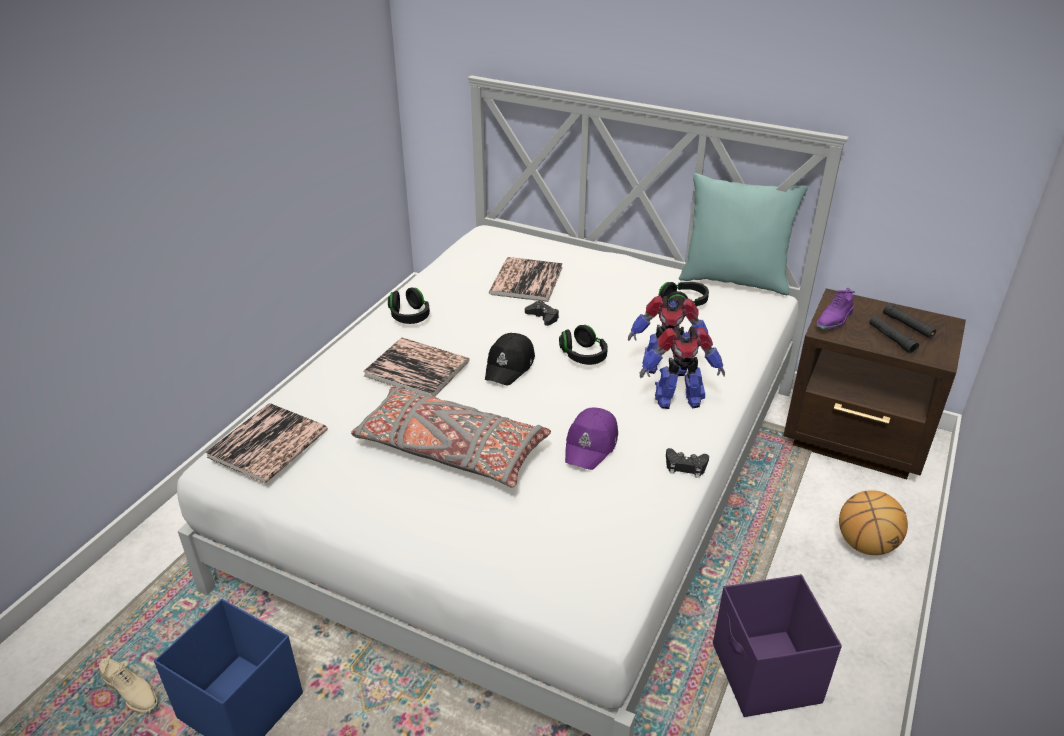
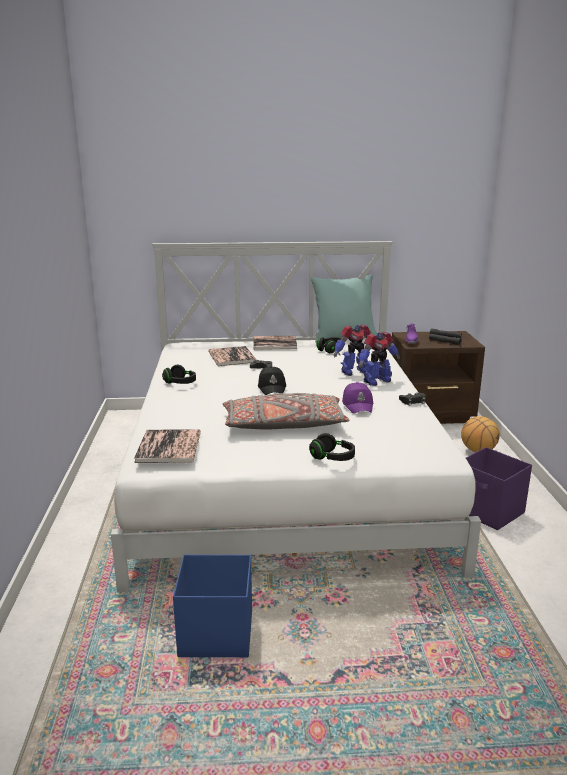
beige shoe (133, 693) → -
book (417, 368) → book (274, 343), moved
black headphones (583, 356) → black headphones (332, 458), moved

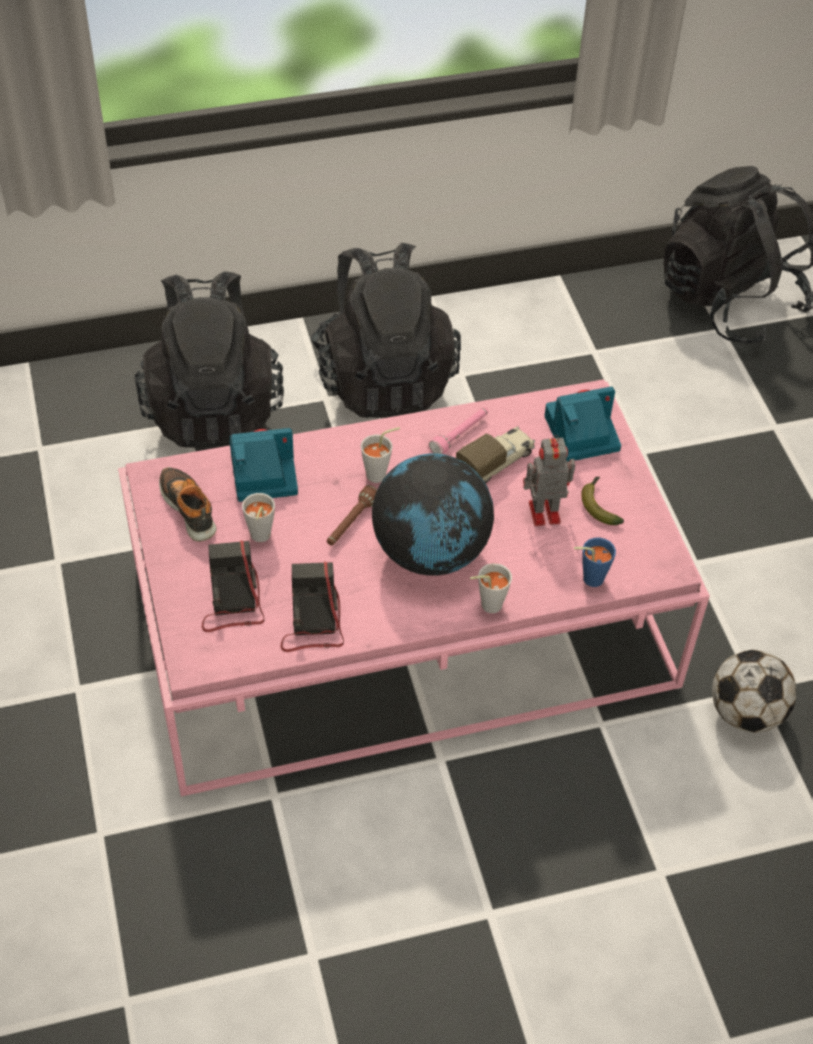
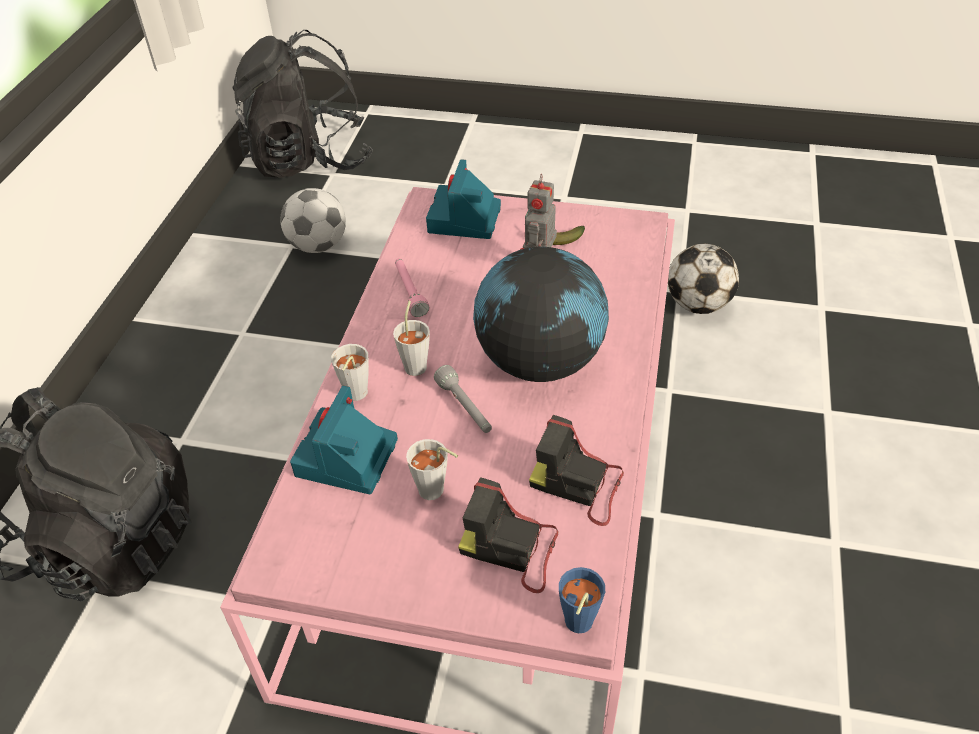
shoe (189, 508) → -
black backpack (384, 378) → -
toy truck (496, 462) → -
- → football (318, 246)
grey cup (486, 605) → grey cup (354, 396), moved
blue cup (588, 578) → blue cup (576, 626), moved
brown flashlight (351, 523) → grey flashlight (465, 408)

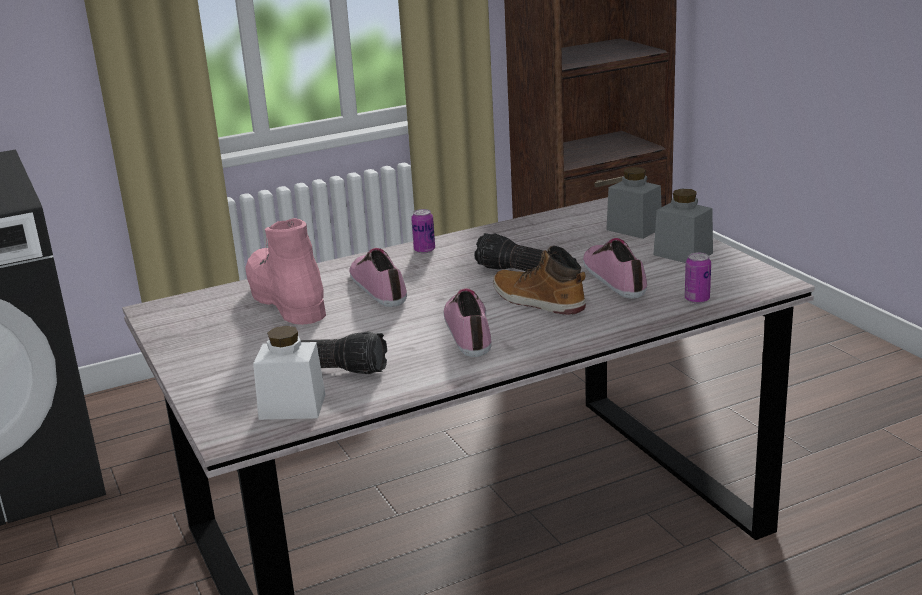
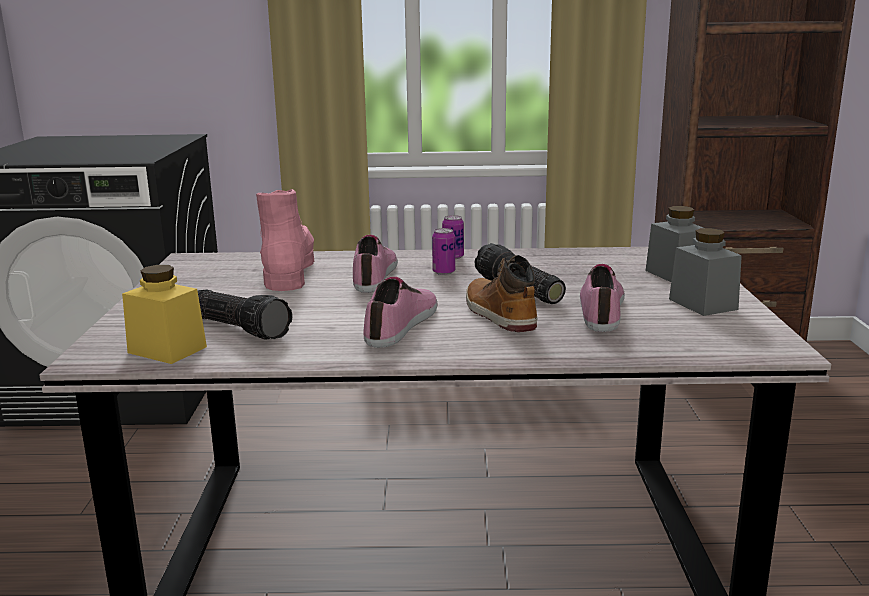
can (697, 299) → can (444, 272), moved
white jar (292, 407) → yellow jar (167, 350)

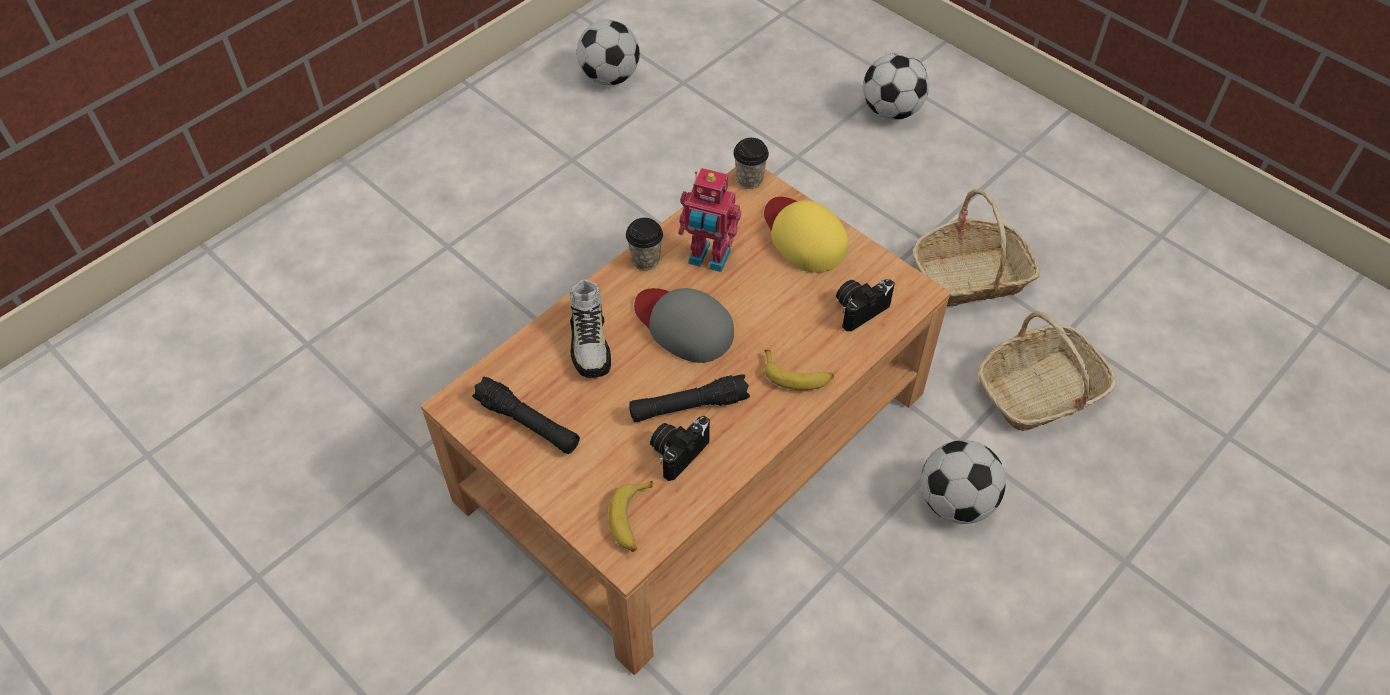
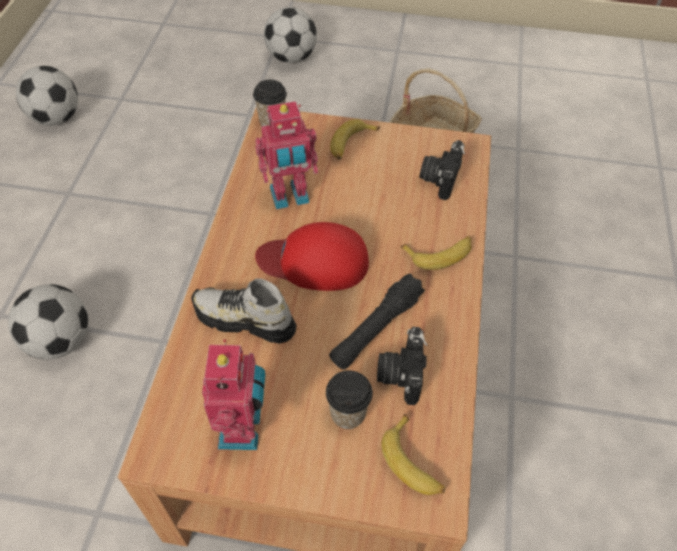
basket (1040, 392) → -
cup (645, 260) → cup (348, 413), moved
football (955, 501) → football (60, 340), moved
black flashlight (528, 423) → toy robot (243, 429)
yellow cap (803, 236) → banana (351, 144)
grey cap (683, 325) → red cap (314, 261)
shoe (590, 343) → shoe (245, 320), 150 degrees clockwise

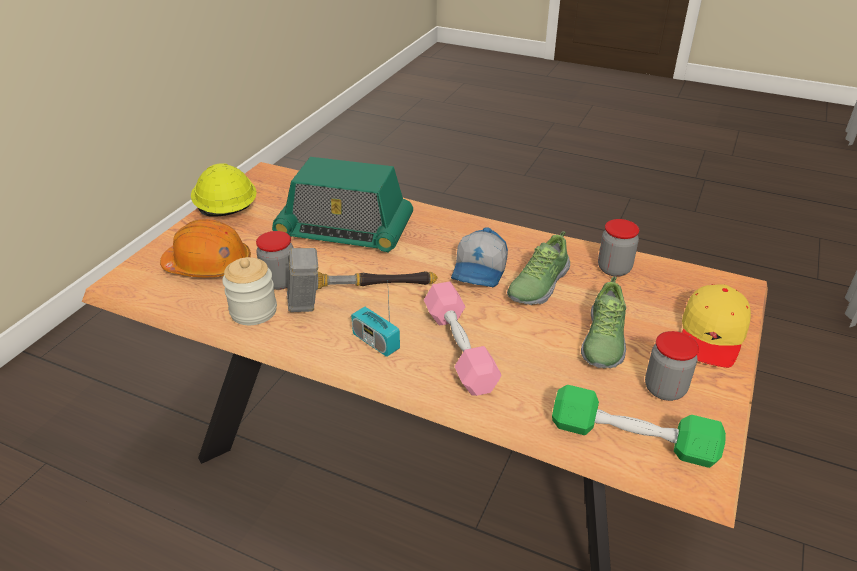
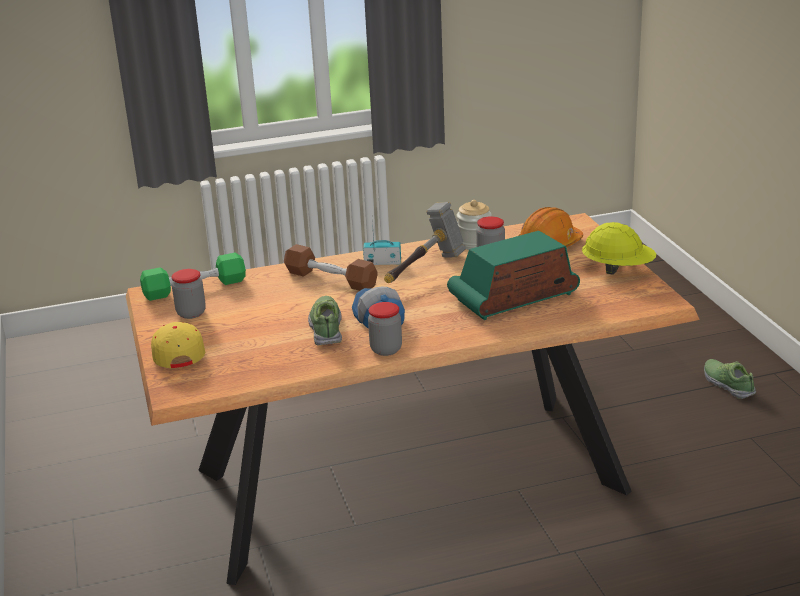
shoe (603, 340) → shoe (728, 384), moved
jar (614, 269) → jar (386, 349), moved
pink dumbbell (459, 349) → brown dumbbell (331, 279)

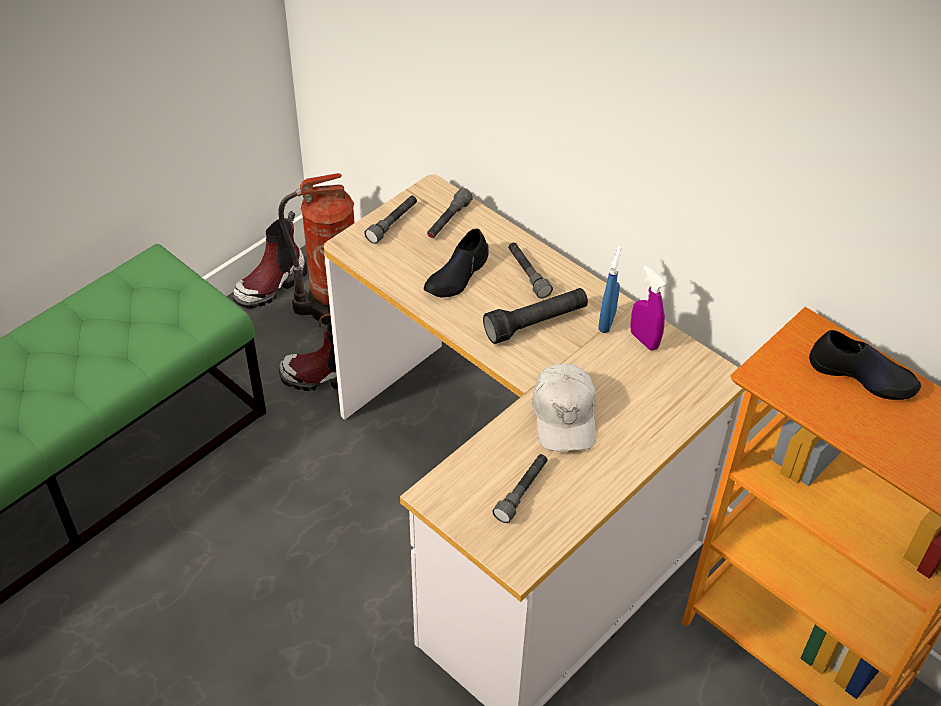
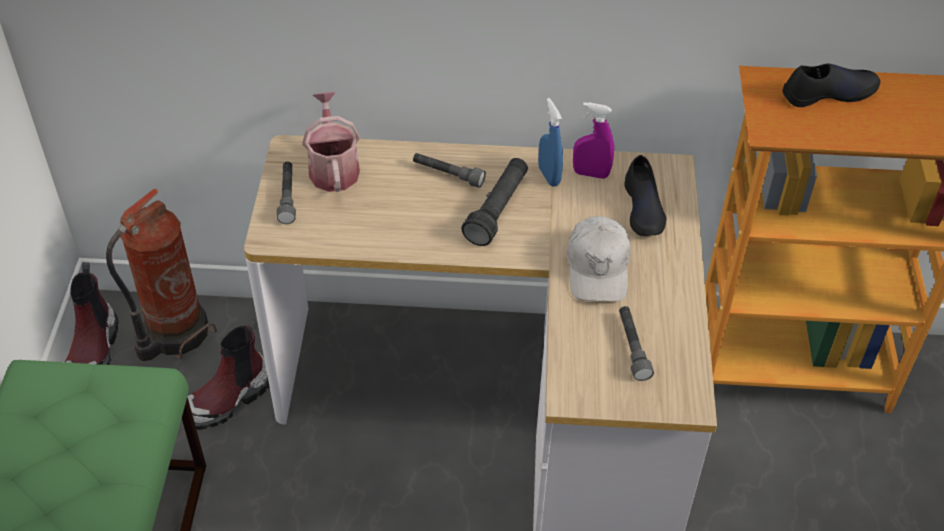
black shoe (457, 275) → black shoe (643, 208), moved
grey flashlight (448, 221) → watering can (333, 168)
white cap (564, 416) → white cap (598, 268), 45 degrees clockwise

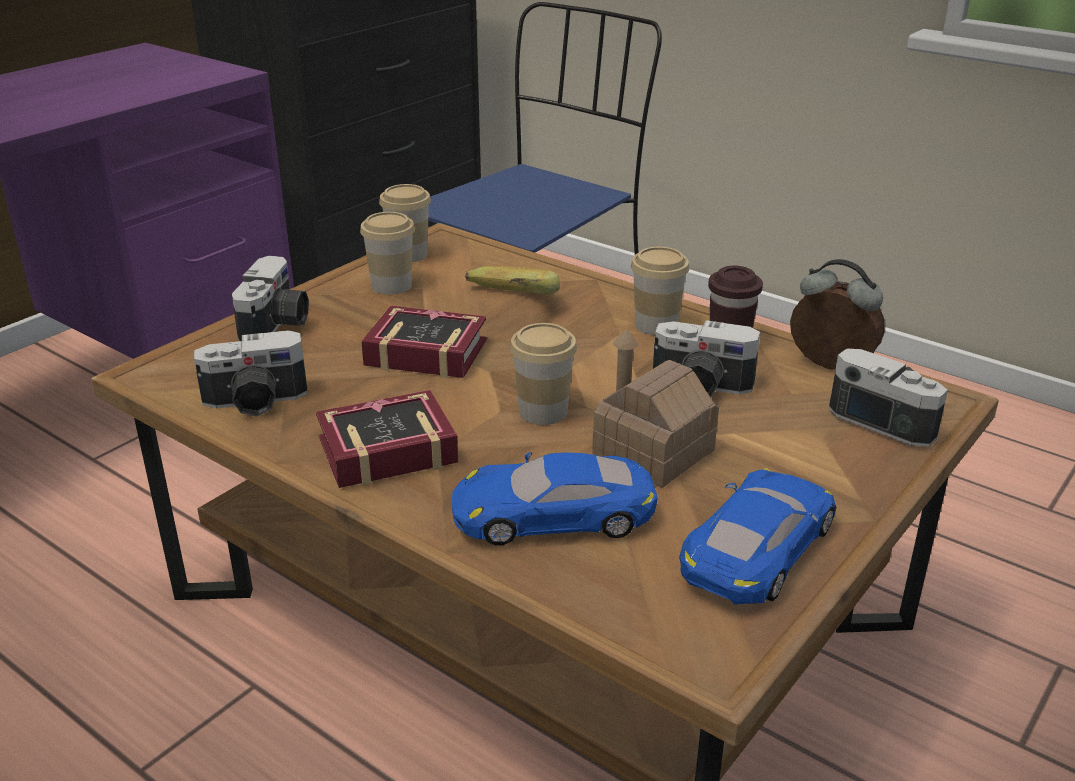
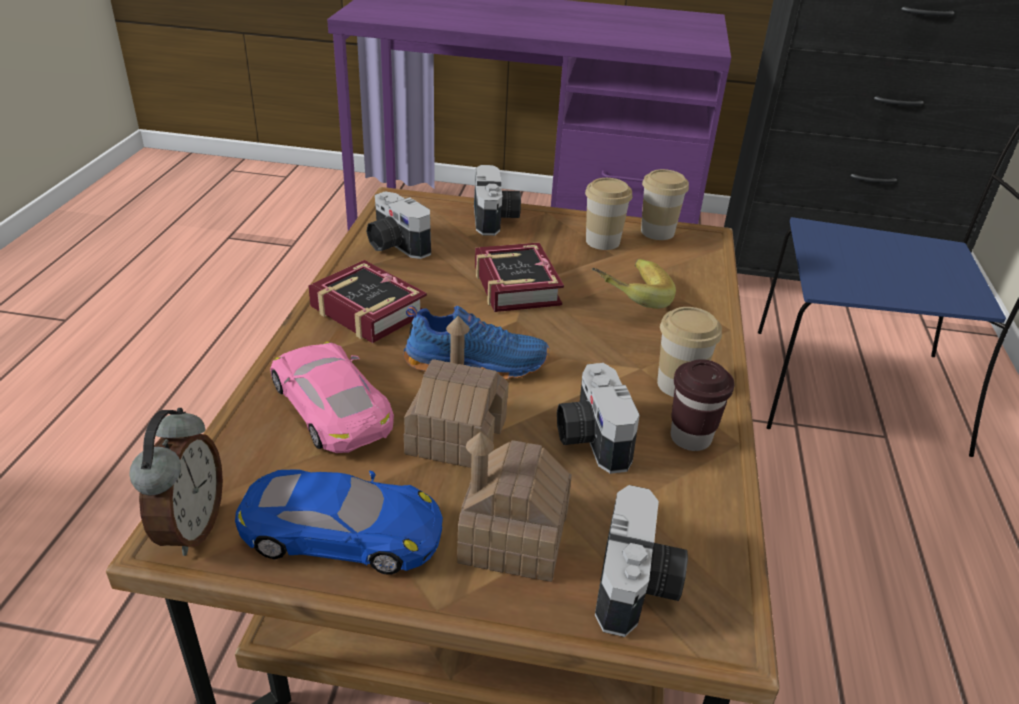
- → toy house (513, 537)
alarm clock (829, 367) → alarm clock (189, 528), moved
cup (543, 411) → blue shoe (476, 362)
blue toy car (553, 514) → pink toy car (331, 405)
photo camera (277, 325) → photo camera (496, 219), 75 degrees counterclockwise

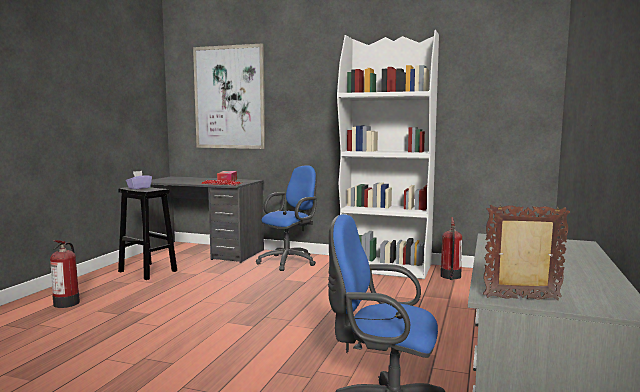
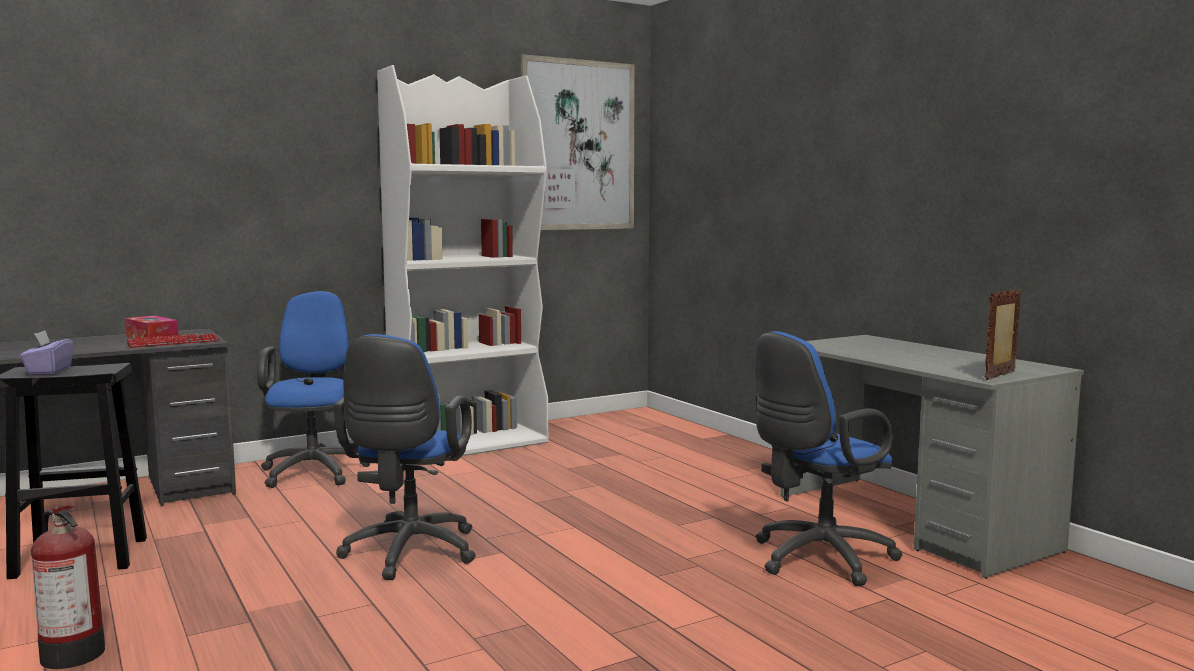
fire extinguisher (450, 276) → -
- → blue office chair (408, 554)
picture (229, 97) → picture (578, 145), moved

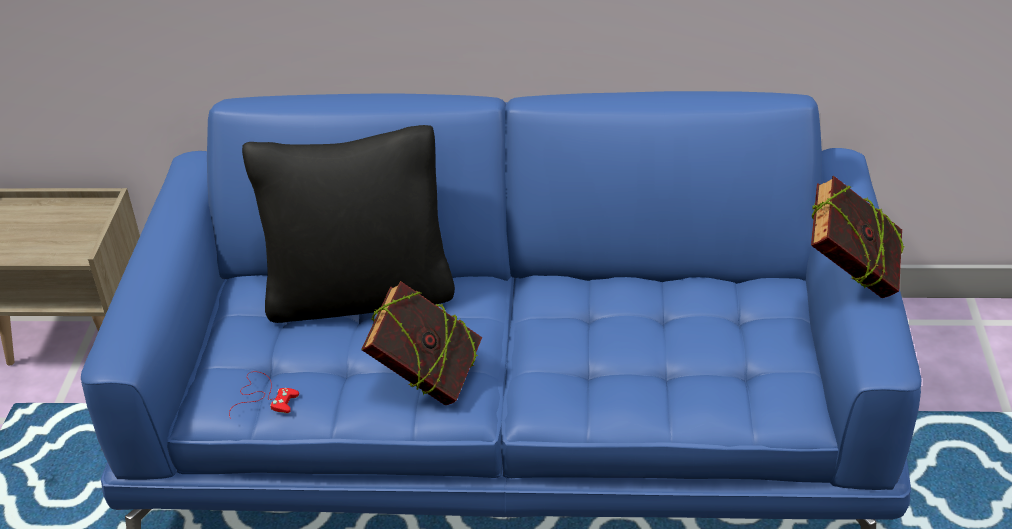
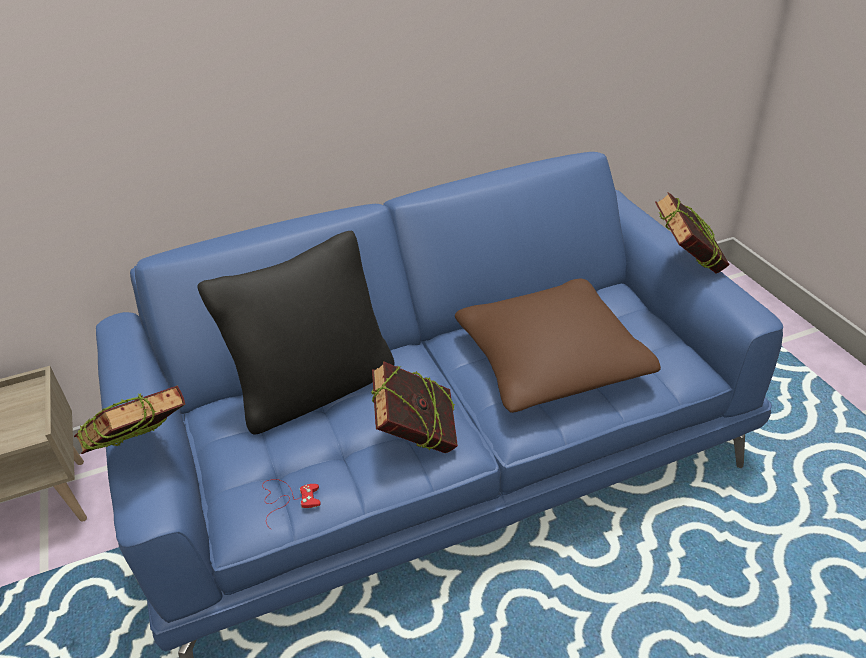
- → book (143, 455)
- → brown pillow (551, 362)

